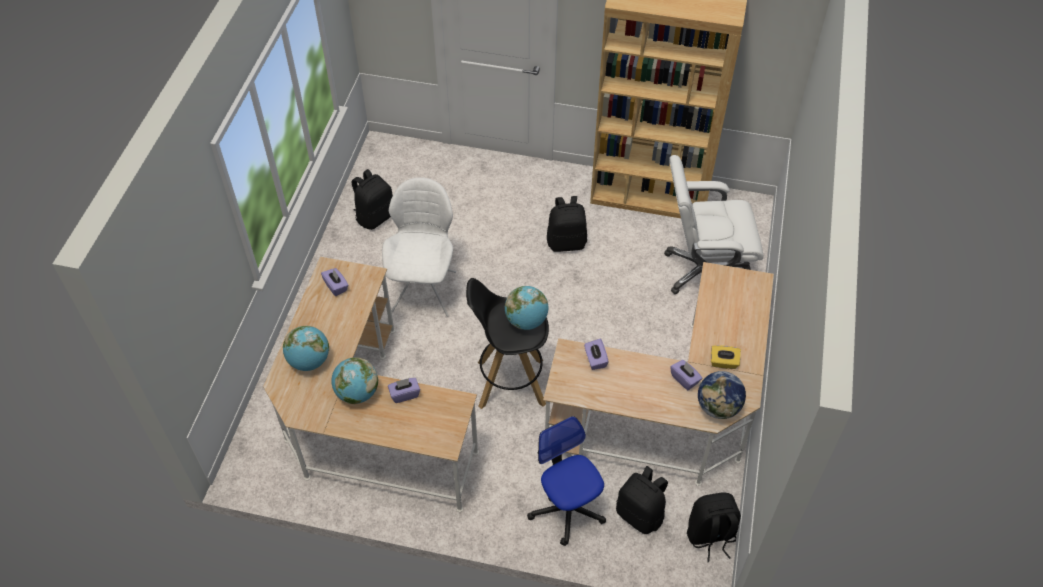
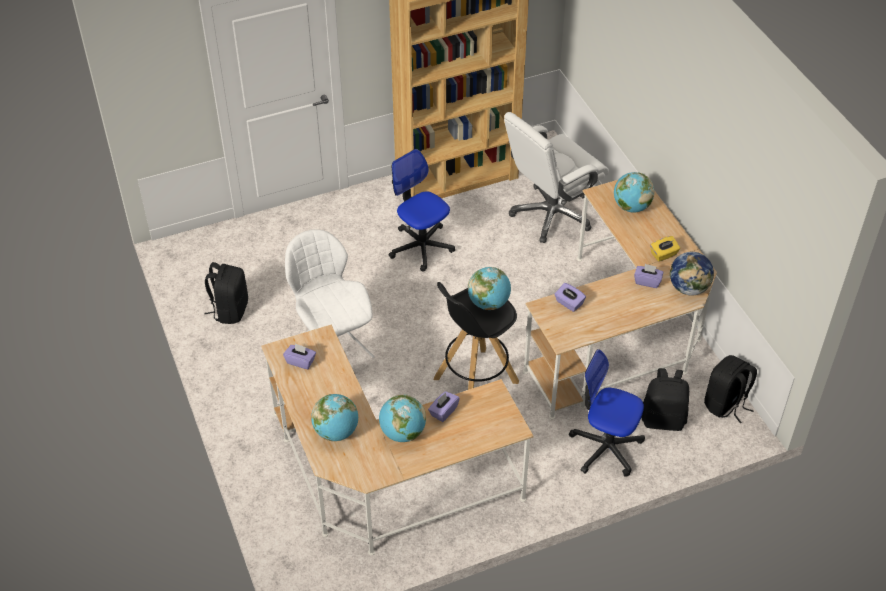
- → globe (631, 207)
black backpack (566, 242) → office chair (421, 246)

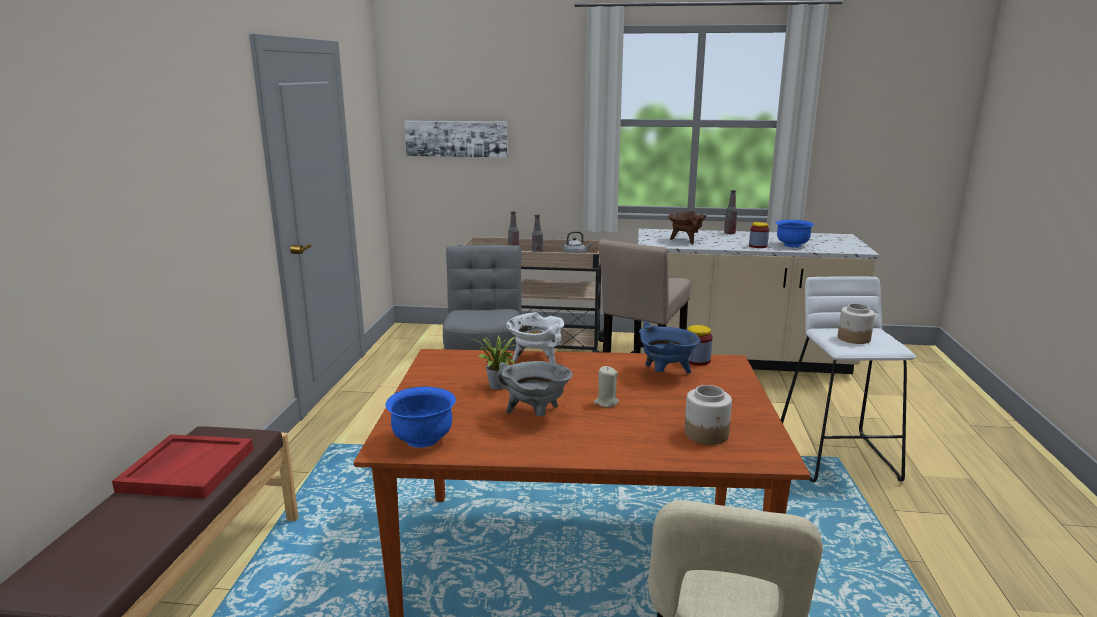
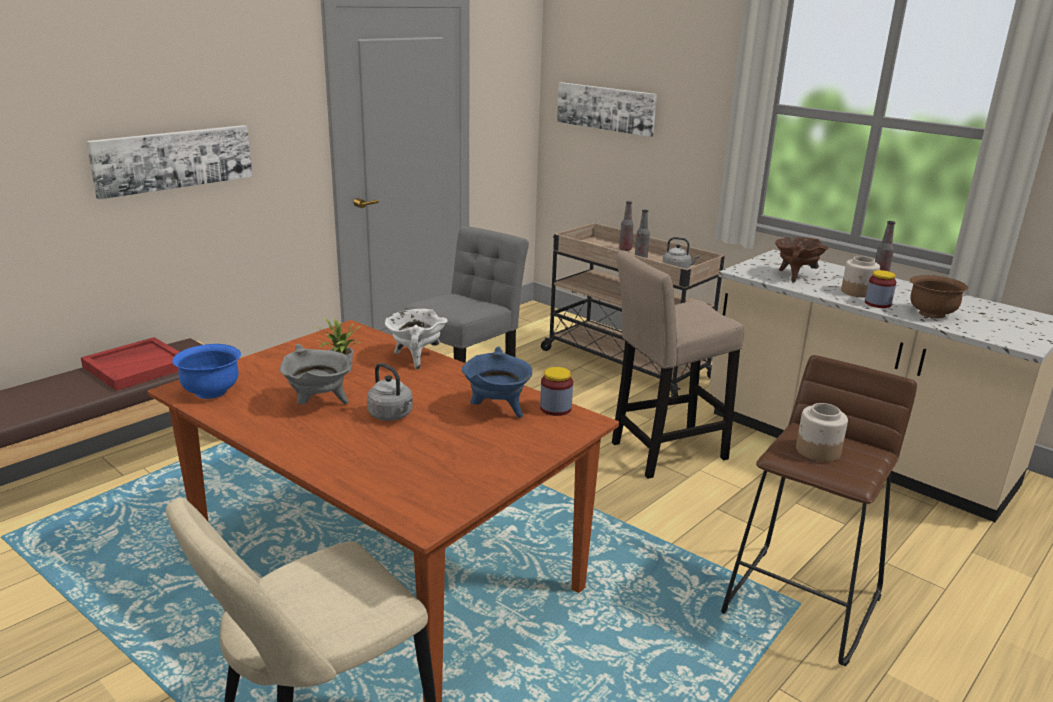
- → picture (173, 159)
jar (706, 434) → jar (857, 292), moved
beige candle (606, 402) → grey kettle (392, 415)
blue bowl (792, 245) → brown bowl (931, 314)
white stool (838, 457) → brown stool (802, 603)

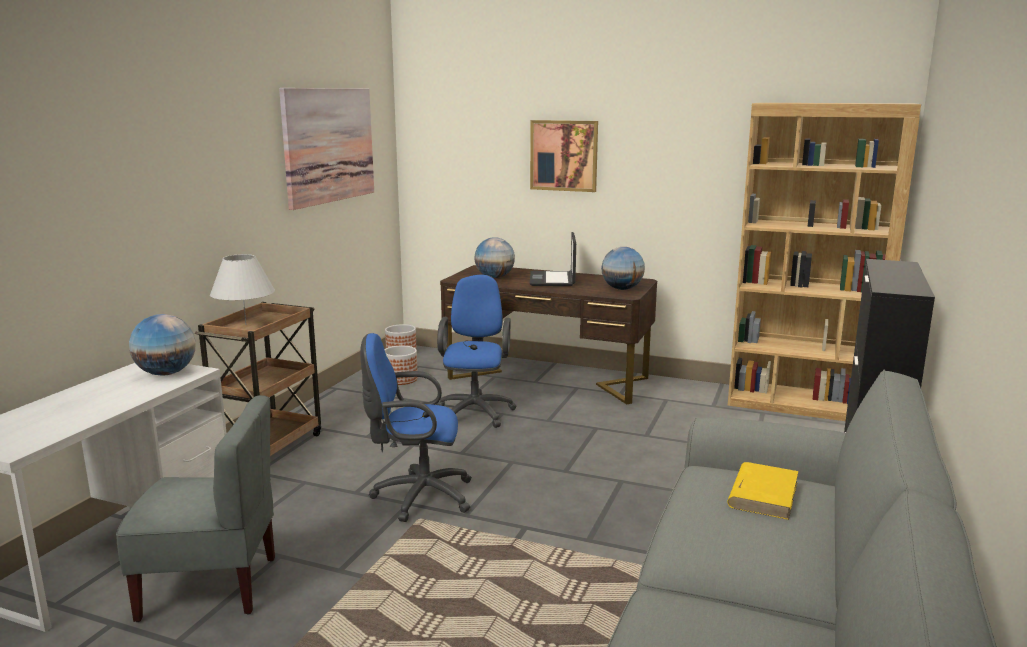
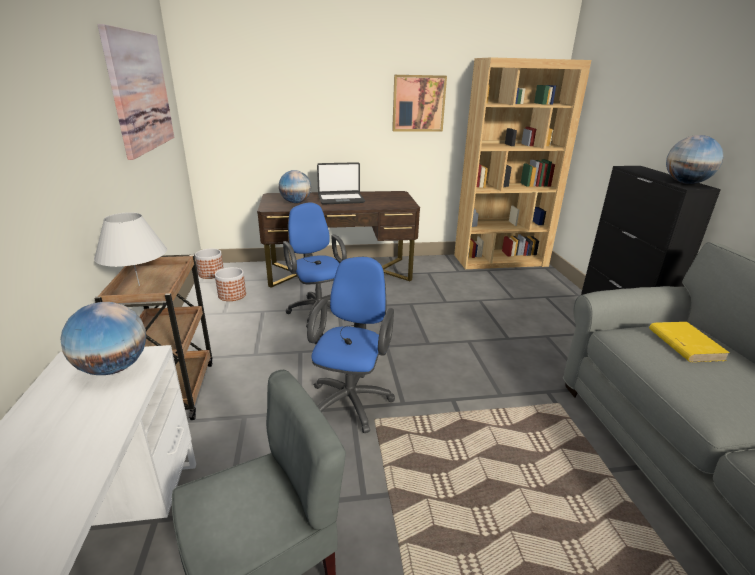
picture (564, 155) → picture (418, 103), moved
globe (622, 289) → globe (686, 183), moved
blue office chair (417, 496) → blue office chair (352, 398), 135 degrees clockwise
laptop (553, 280) → laptop (341, 199), 75 degrees counterclockwise

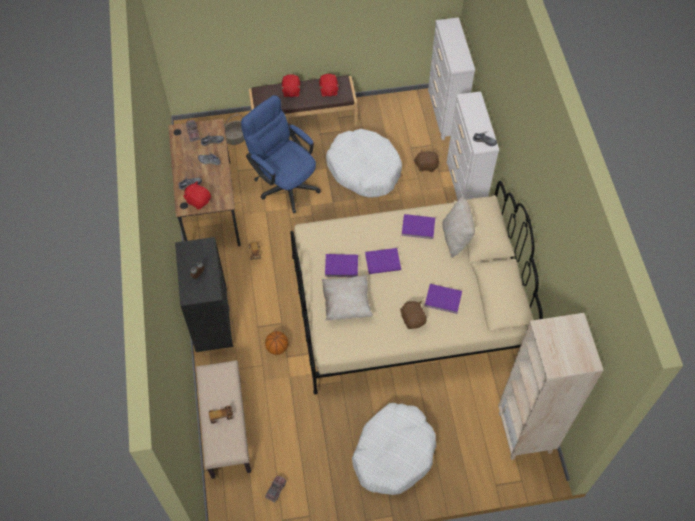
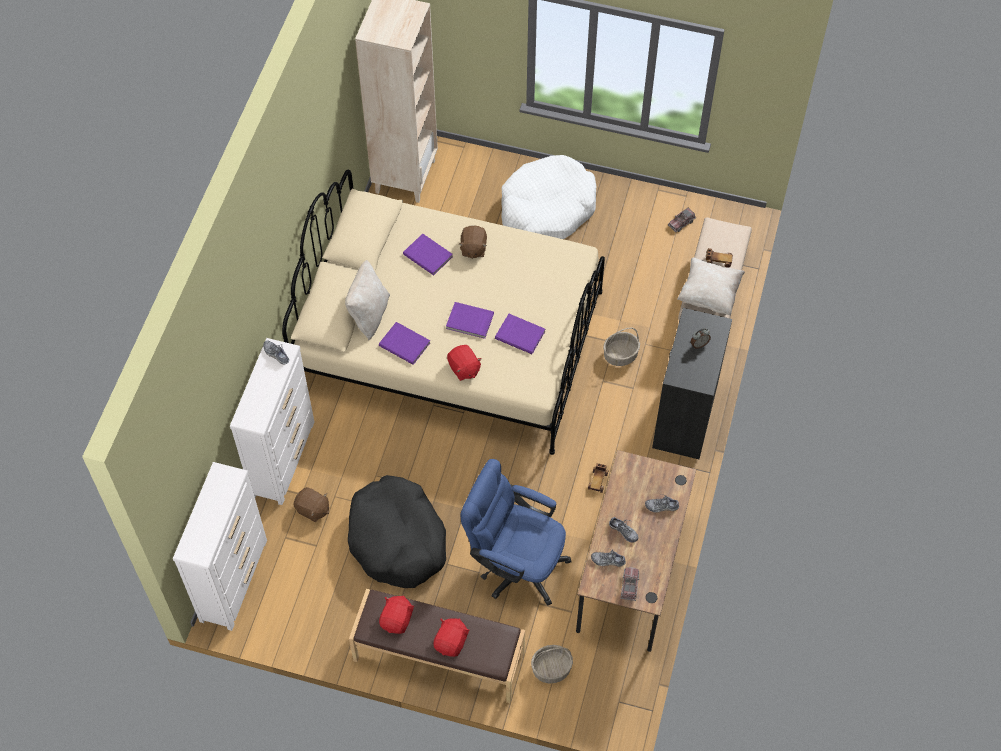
red plush toy (198, 200) → red plush toy (464, 369), moved
beige pillow (346, 304) → beige pillow (709, 295), moved
basketball (277, 348) → basket (620, 355)
white dog bed (364, 169) → black dog bed (397, 539)
blue office chair (284, 183) → blue office chair (515, 563), 135 degrees clockwise

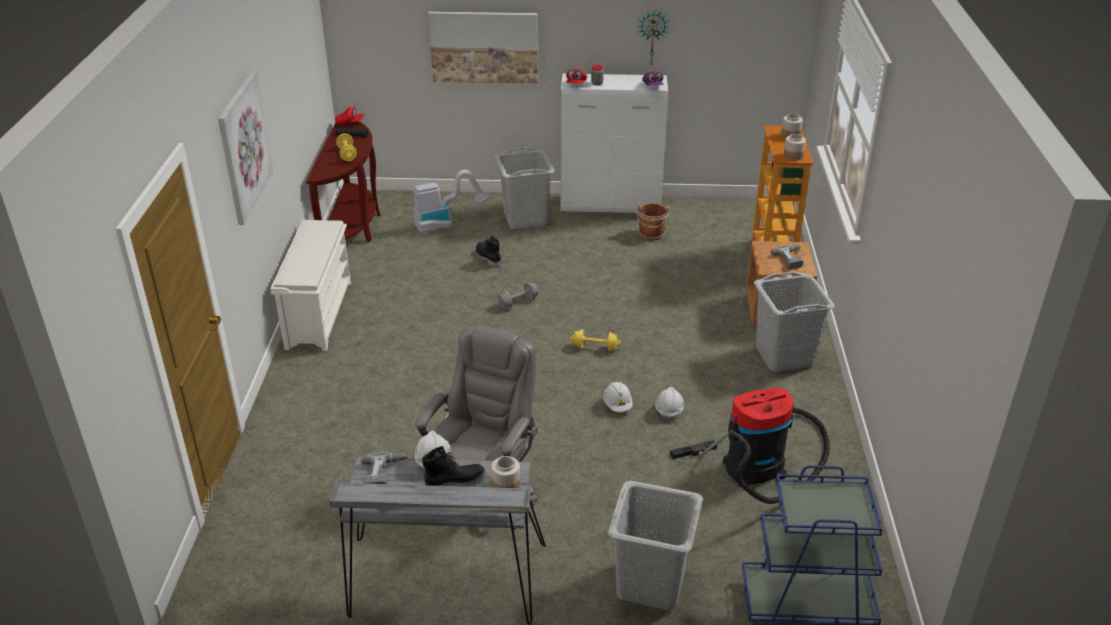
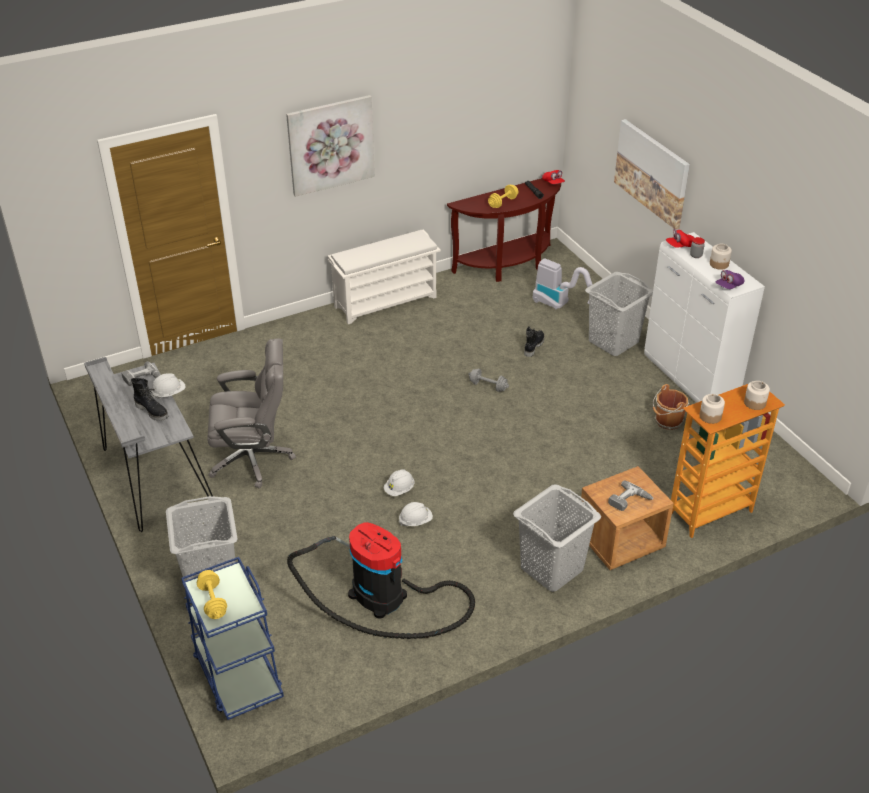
wall clock (652, 38) → -
jar (506, 485) → jar (719, 264), moved
yellow dumbbell (595, 347) → yellow dumbbell (213, 601), moved

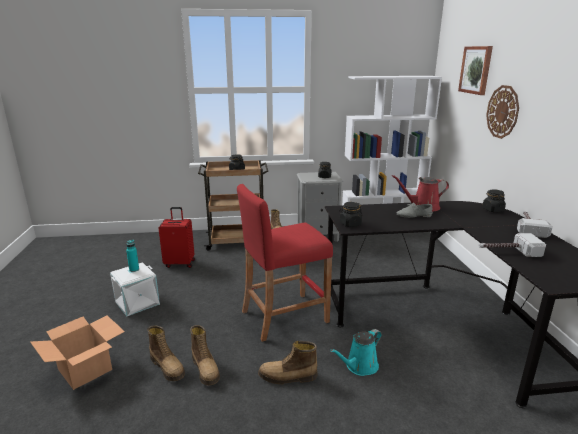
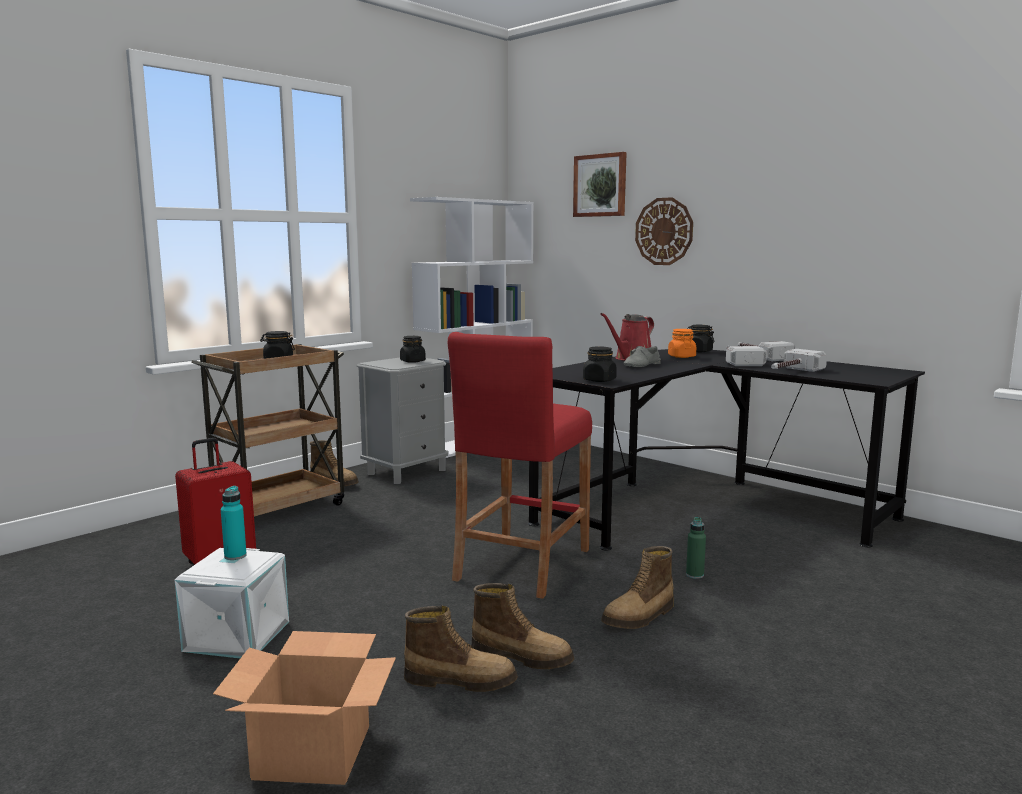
- → orange jar (681, 356)
- → hammer (737, 361)
turquoise watering can (359, 366) → green bottle (694, 575)

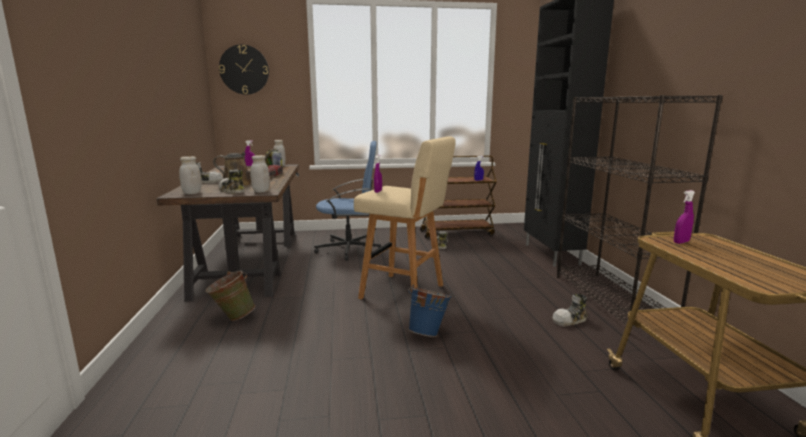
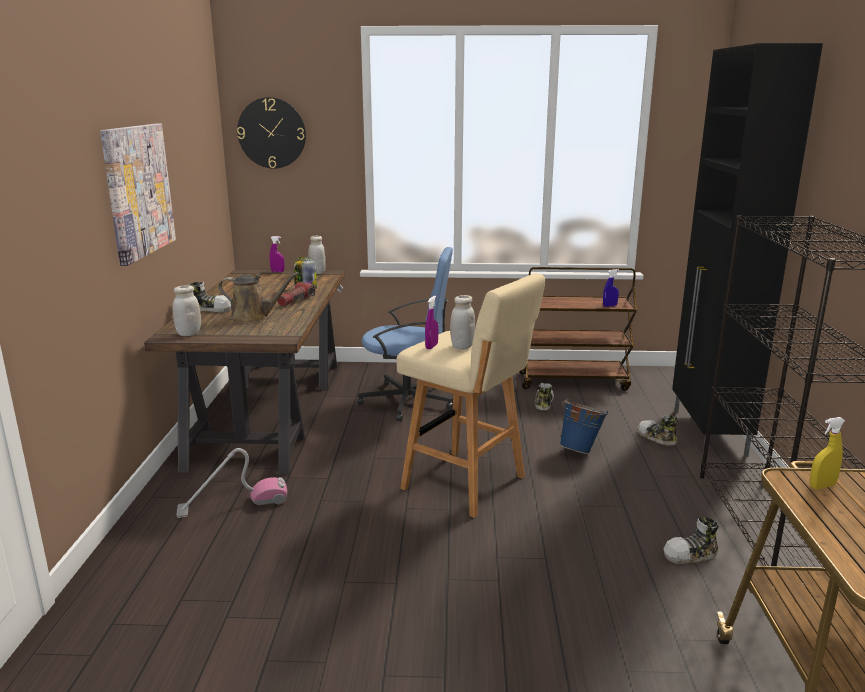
- → picture (138, 191)
shoe (231, 191) → shoe (656, 438), moved
white jar (261, 191) → white jar (462, 346), moved
blue bucket (428, 333) → blue bucket (581, 450), moved
green bucket (232, 317) → vacuum cleaner (233, 504)
purple spray bottle (681, 242) → yellow spray bottle (822, 486)

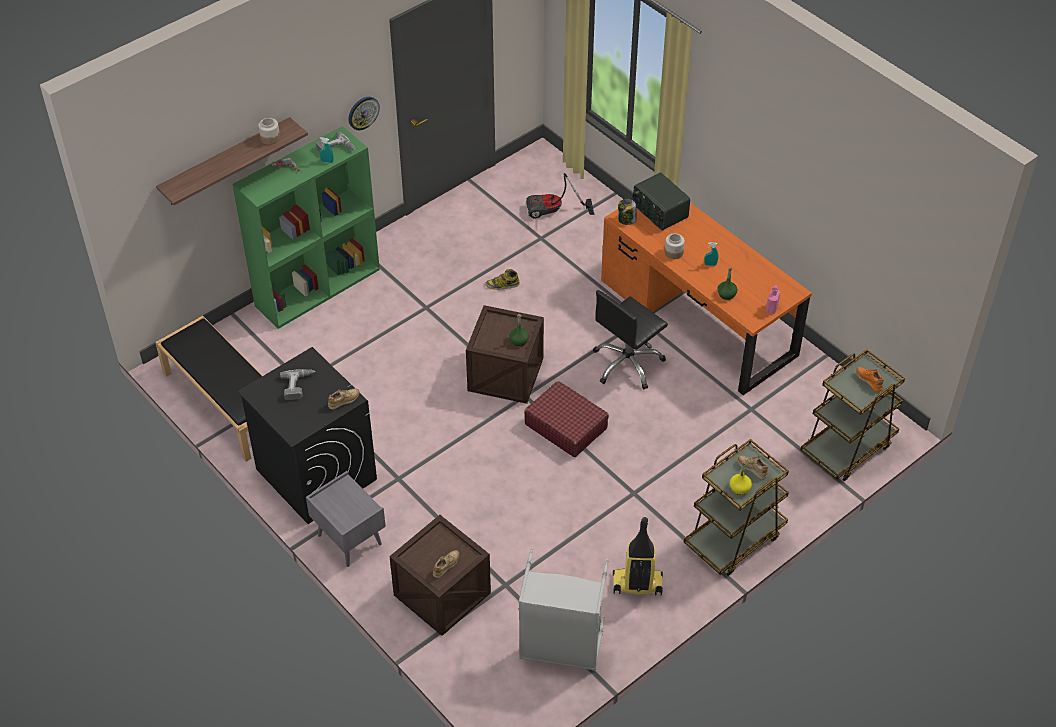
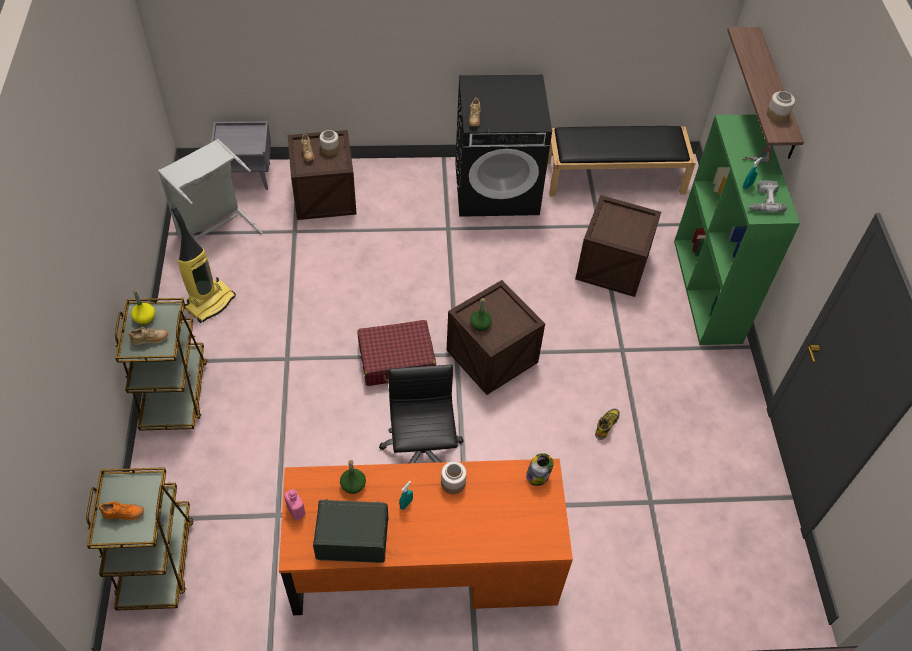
power drill (299, 386) → -
wall clock (363, 112) → -
vacuum cleaner (554, 212) → -
- → jar (330, 149)
- → crate (612, 266)
grey nightstand (348, 539) → grey nightstand (247, 176), moved
radio (659, 211) → radio (352, 538), moved

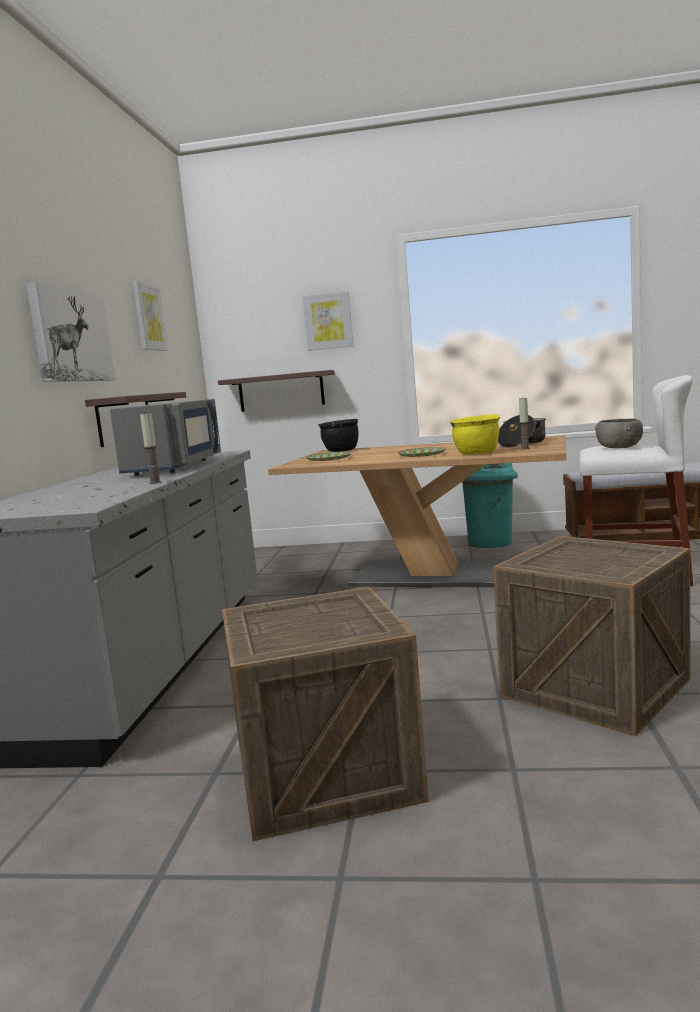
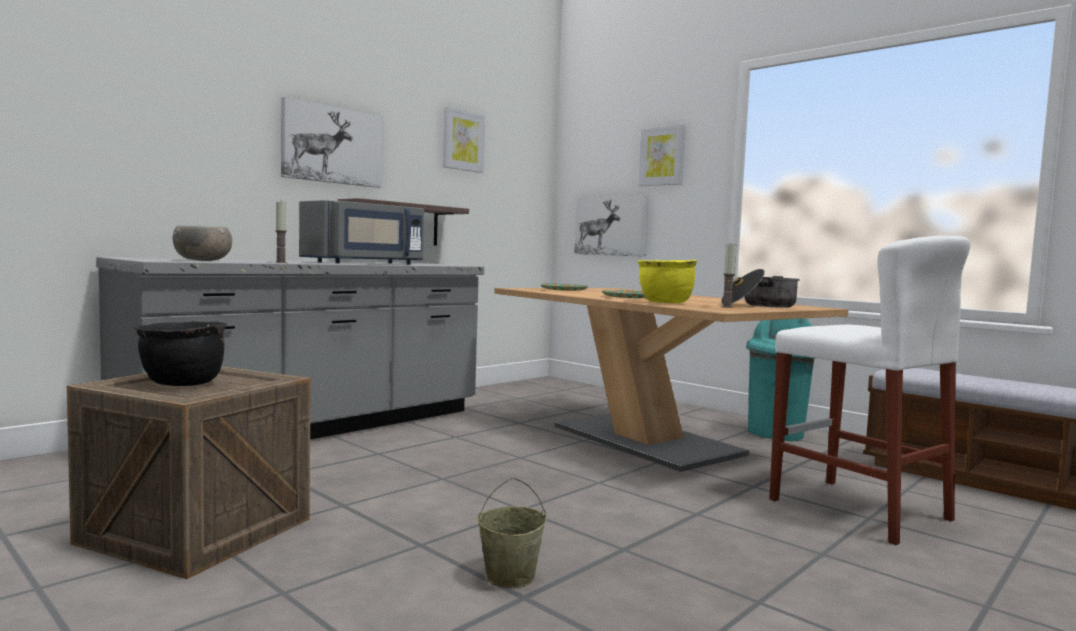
black cooking pot (341, 451) → black cooking pot (182, 384), moved
grey bowl (618, 447) → grey bowl (203, 260), moved
shelf (281, 391) → picture (611, 226)
crate (595, 688) → beige bucket (510, 576)

